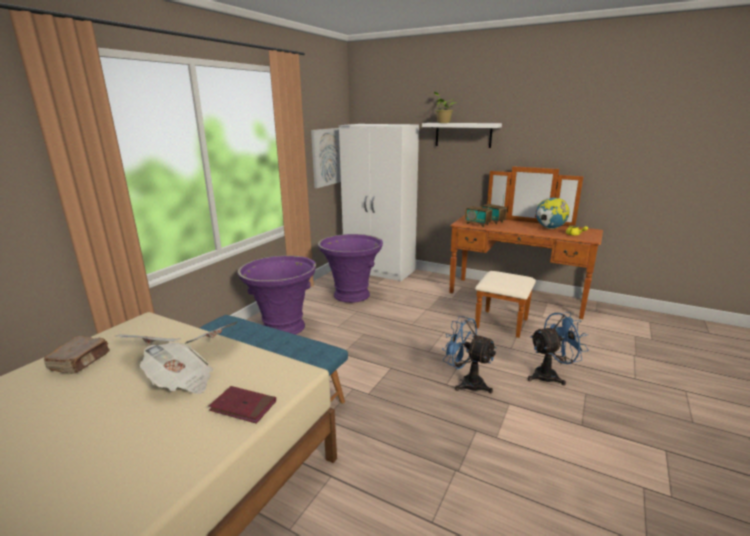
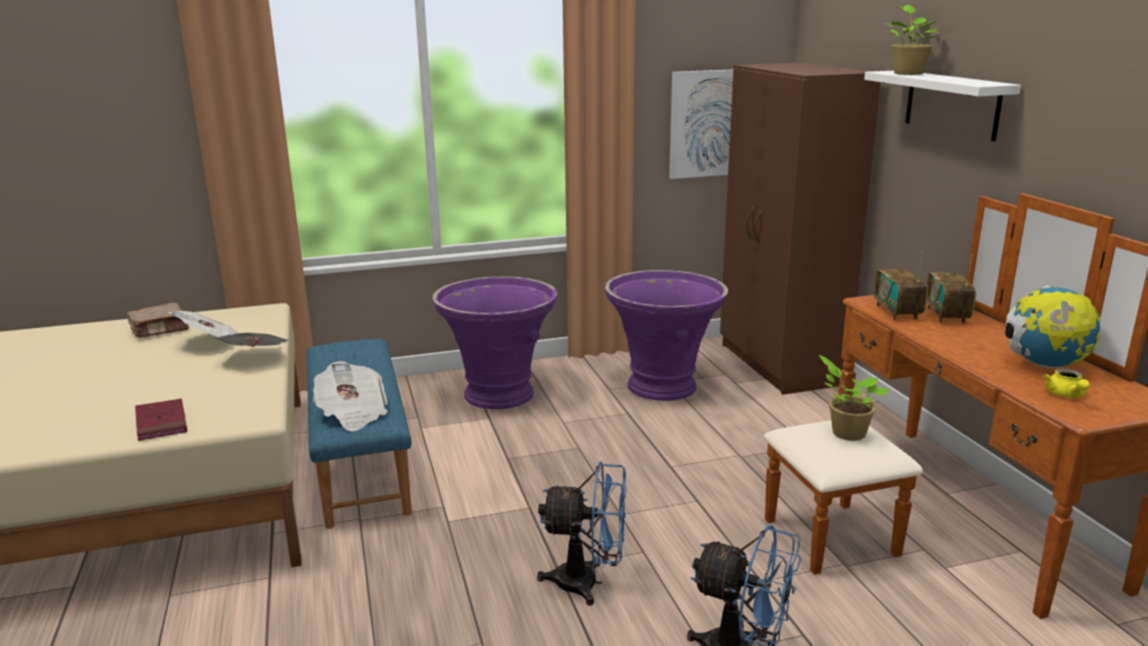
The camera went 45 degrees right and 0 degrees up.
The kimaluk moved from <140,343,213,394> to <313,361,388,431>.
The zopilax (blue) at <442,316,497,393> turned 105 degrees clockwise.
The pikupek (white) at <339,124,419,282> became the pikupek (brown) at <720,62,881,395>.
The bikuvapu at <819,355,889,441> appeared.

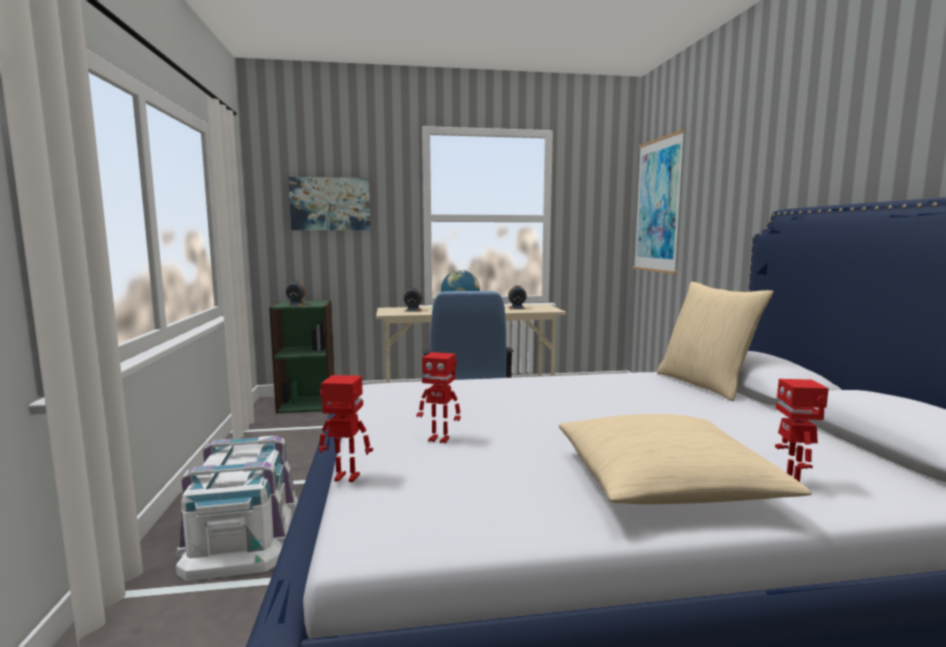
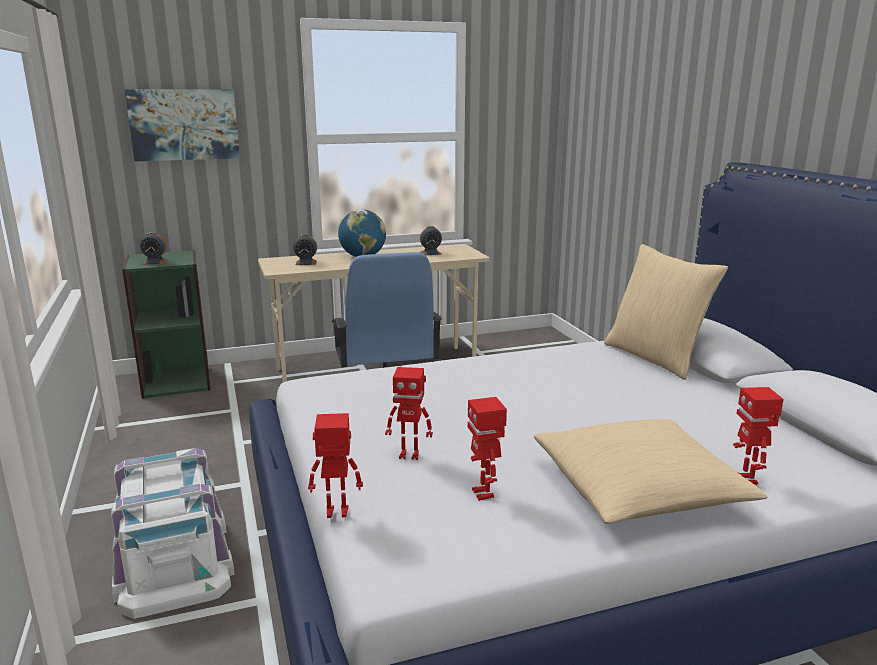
The camera went 10 degrees left and 10 degrees up.
The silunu at <467,397,507,501> appeared.
The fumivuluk at <633,129,685,274> disappeared.

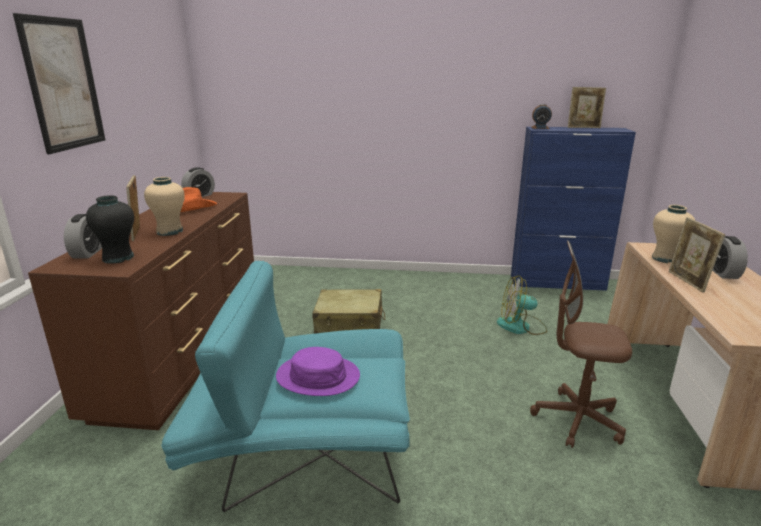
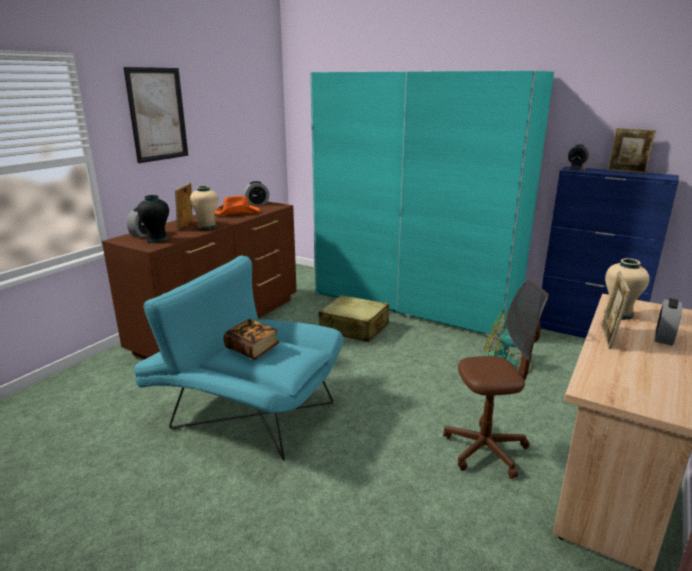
The camera went 25 degrees right and 0 degrees up.
The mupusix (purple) at <276,347,360,396> was replaced by the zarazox at <223,319,280,360>.
The pikupek (turquoise) at <310,70,554,339> appeared.
The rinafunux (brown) at <530,240,632,448> turned 135 degrees clockwise.

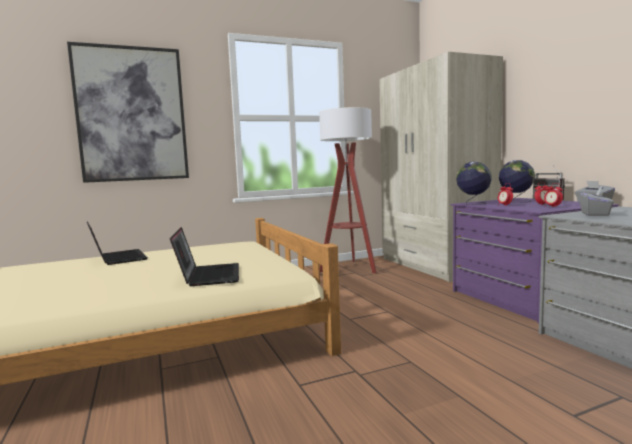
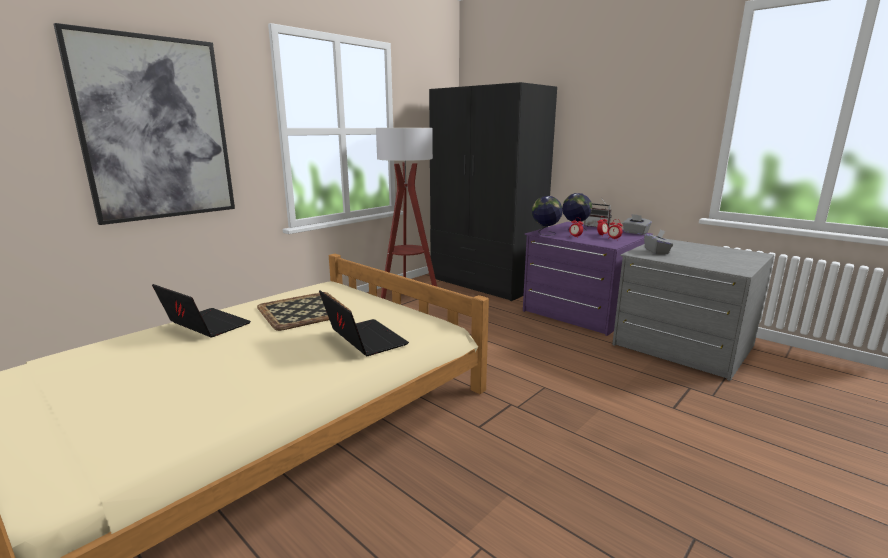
The camera went 25 degrees left and 10 degrees up.
The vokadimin at <257,292,352,331> appeared.
The pikupek (beige) at <379,52,503,282> became the pikupek (black) at <429,82,557,301>.

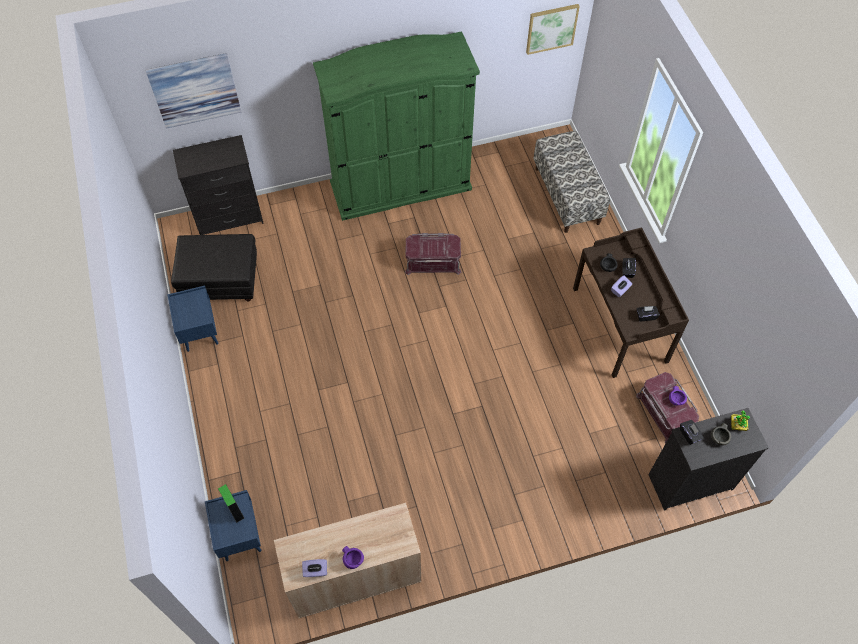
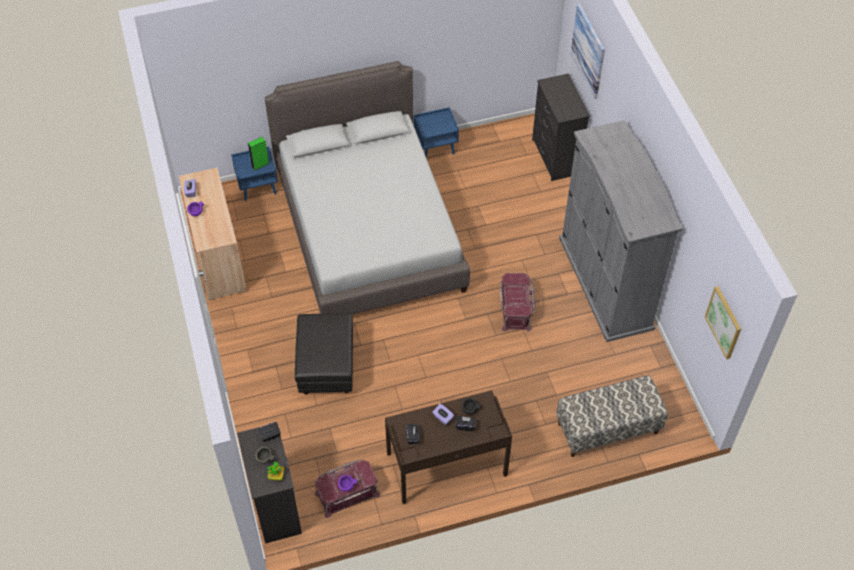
The camera went 90 degrees right and 5 degrees down.
The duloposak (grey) at <264,61,470,314> appeared.
The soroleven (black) moved from <171,234,257,302> to <295,313,353,395>.
The pikupek (green) at <313,31,480,221> became the pikupek (grey) at <559,120,683,342>.

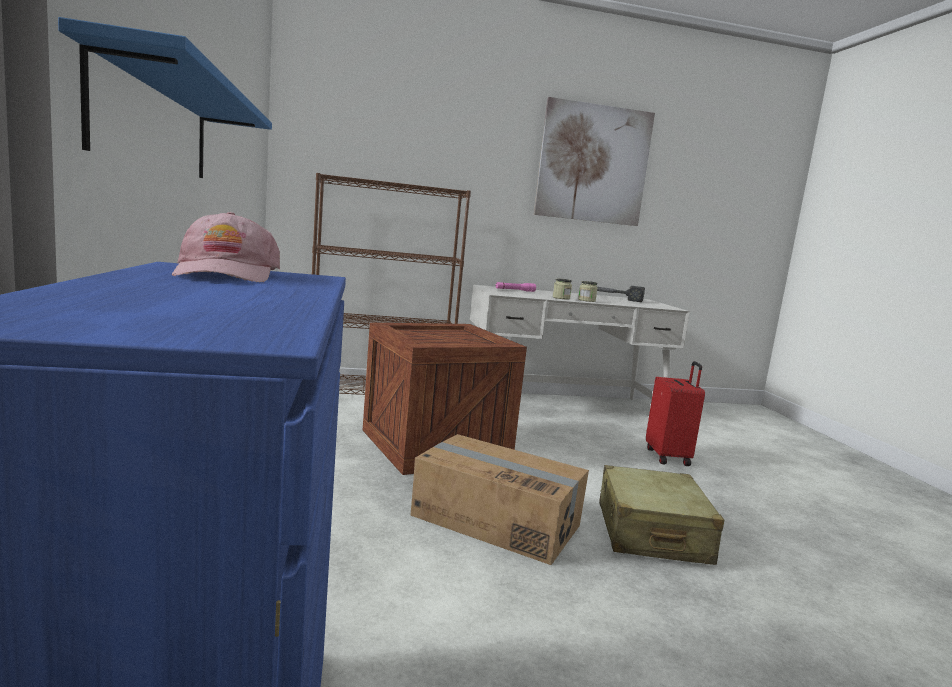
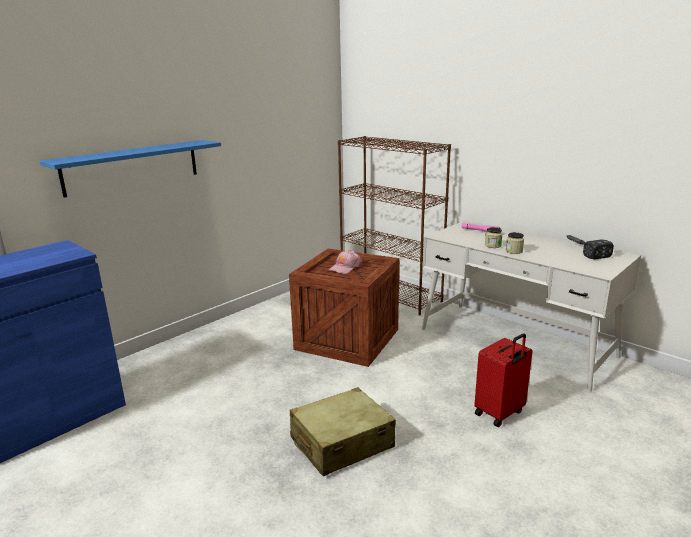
The camera went 55 degrees right and 10 degrees up.
The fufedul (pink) moved from <172,212,280,283> to <329,250,362,274>.
The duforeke at <410,434,589,565> disappeared.
The fumivuluk at <534,97,655,226> disappeared.

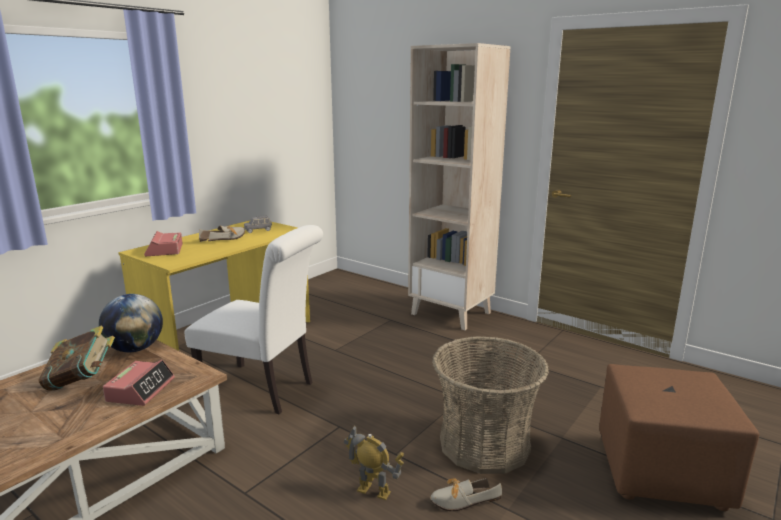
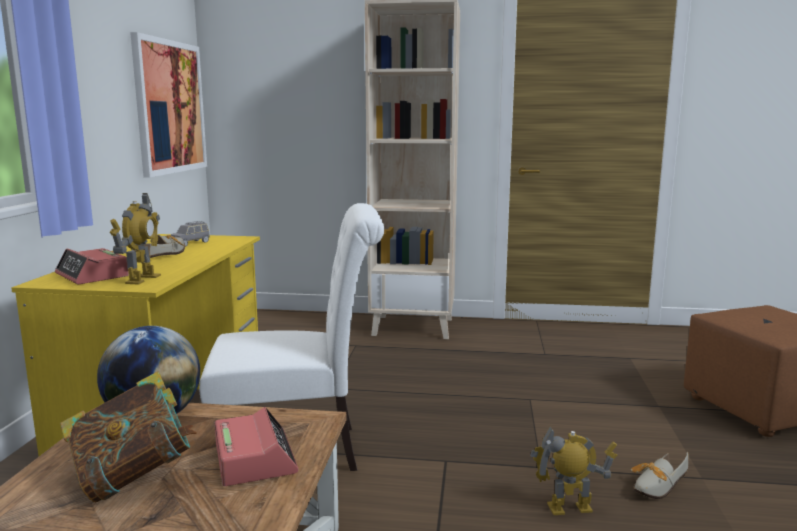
The camera went 30 degrees left and 5 degrees down.
The silunu at <110,193,161,284> appeared.
The fumivuluk at <130,32,207,177> appeared.
The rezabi at <432,336,549,474> disappeared.

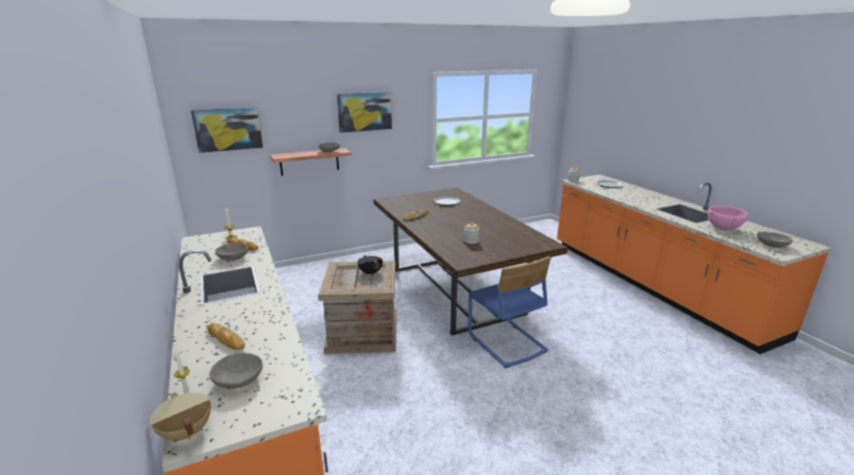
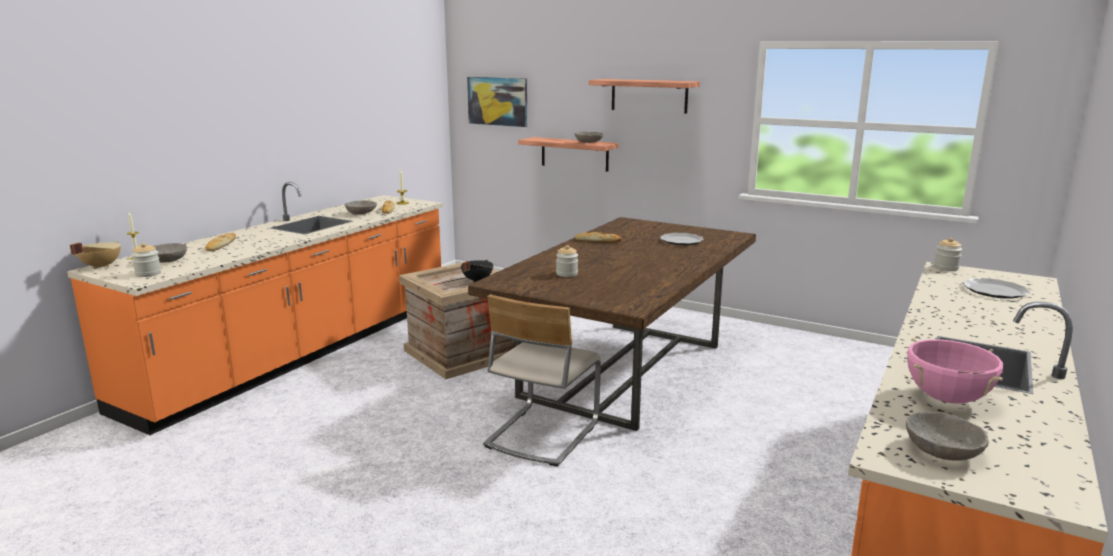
The camera went 55 degrees right and 5 degrees down.
The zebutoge at <131,243,161,277> appeared.
The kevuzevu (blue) at <468,256,551,368> became the kevuzevu (beige) at <483,294,601,466>.
The fumivuluk at <337,92,392,133> was replaced by the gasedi at <589,79,700,114>.

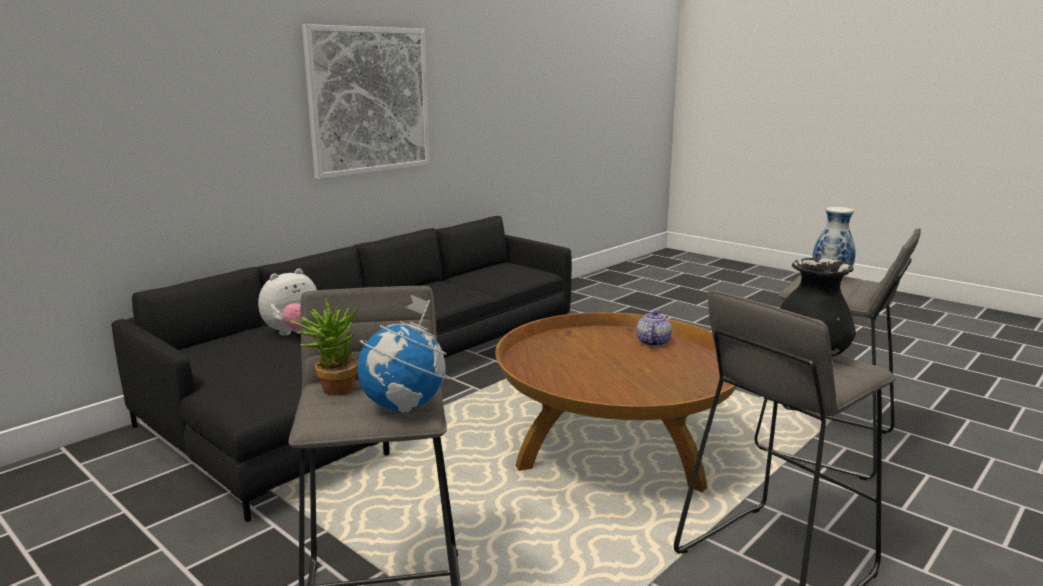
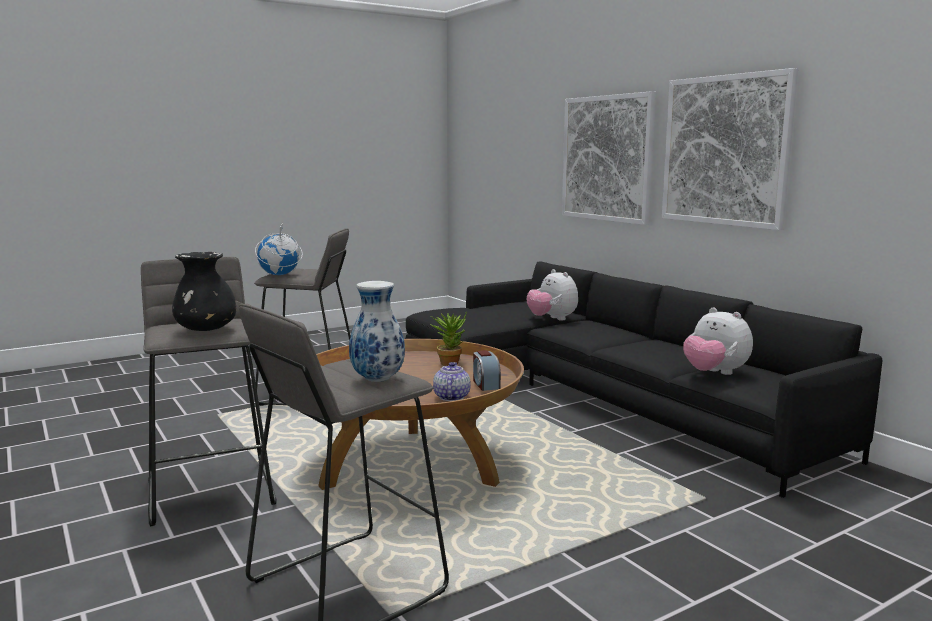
The camera went 105 degrees right and 5 degrees down.
The bikuvapu moved from <289,298,358,396> to <430,312,467,366>.
The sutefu at <636,310,672,347> turned 120 degrees counterclockwise.
The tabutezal at <473,350,501,391> appeared.
The fumivuluk at <562,91,656,225> appeared.
The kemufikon at <683,308,753,375> appeared.

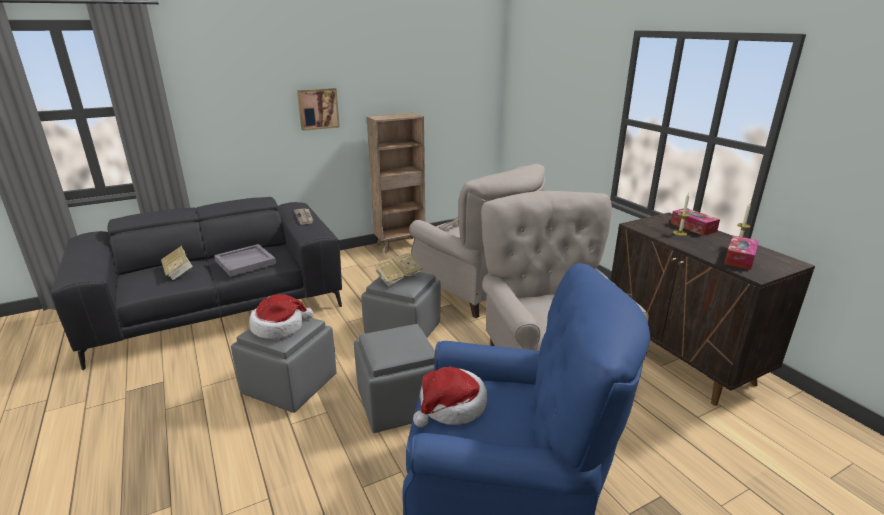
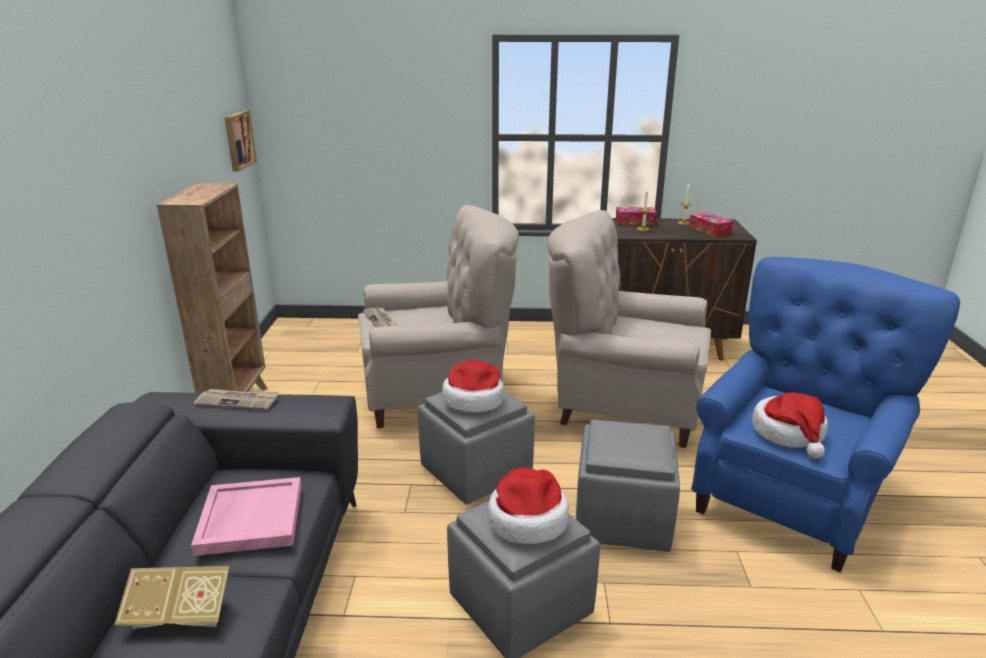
The camera went 60 degrees left and 0 degrees up.
The vokadimin (grey) at <214,244,276,277> became the vokadimin (pink) at <191,477,302,556>.
The fumivuluk moved from <297,88,340,131> to <225,110,257,171>.
The zarazox at <374,253,423,287> was replaced by the mupusix at <442,360,504,413>.

